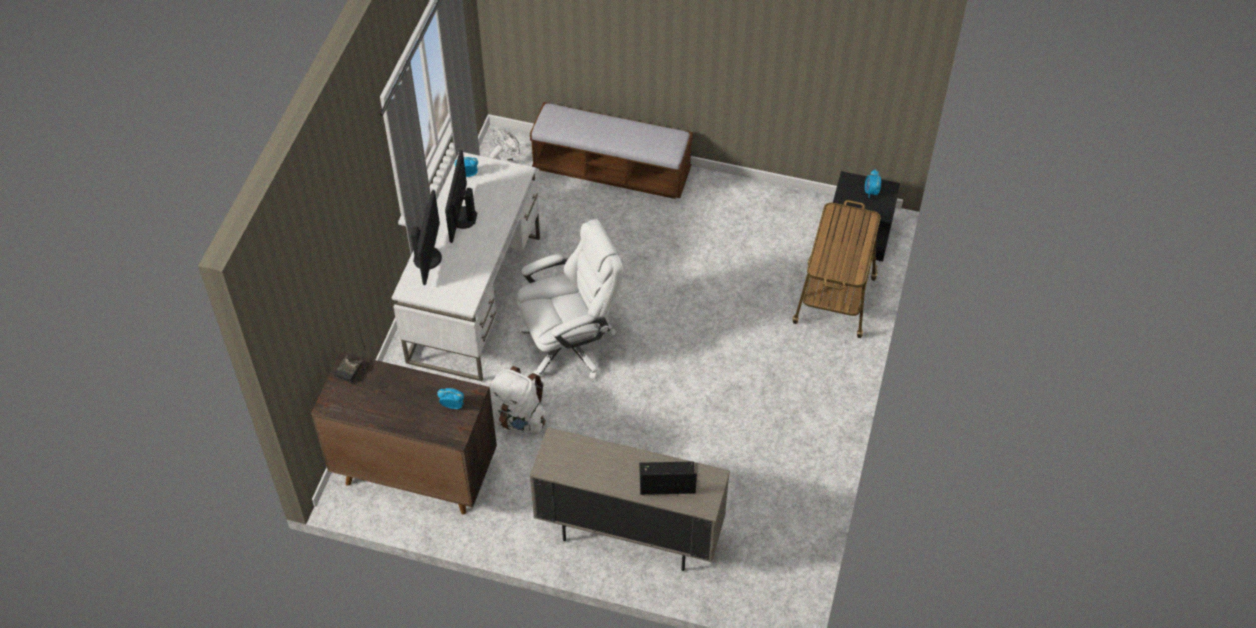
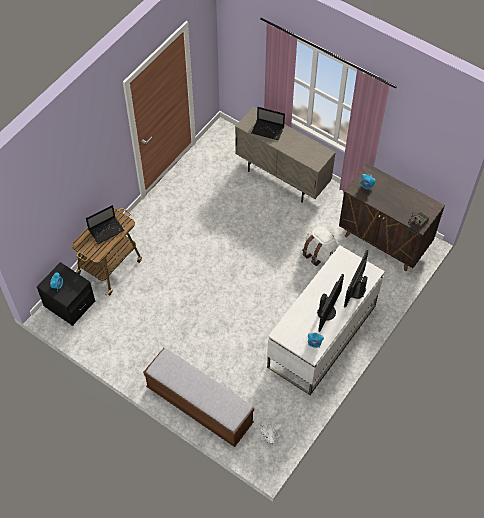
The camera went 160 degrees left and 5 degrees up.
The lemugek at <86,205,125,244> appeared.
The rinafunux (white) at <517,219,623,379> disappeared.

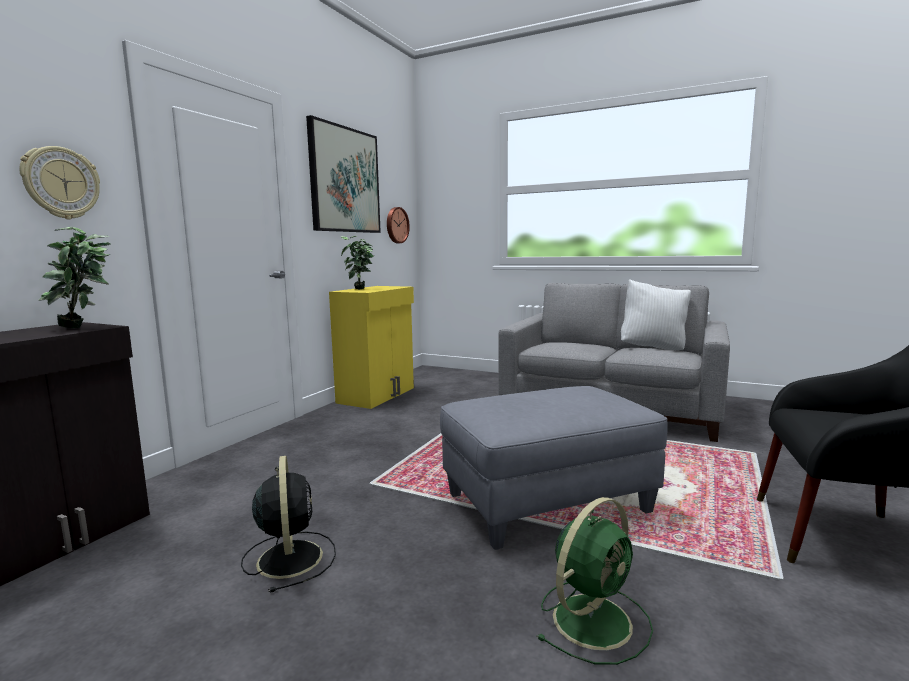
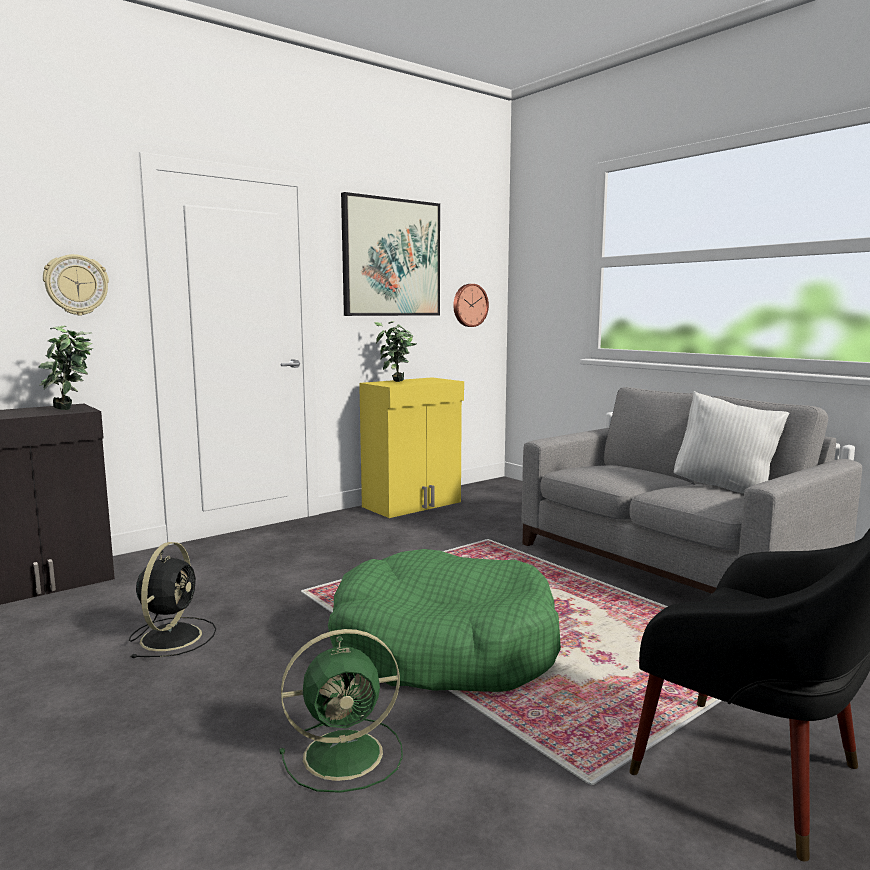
The camera went 25 degrees right and 0 degrees up.
The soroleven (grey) at <440,386,668,550> was replaced by the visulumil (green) at <328,549,561,692>.

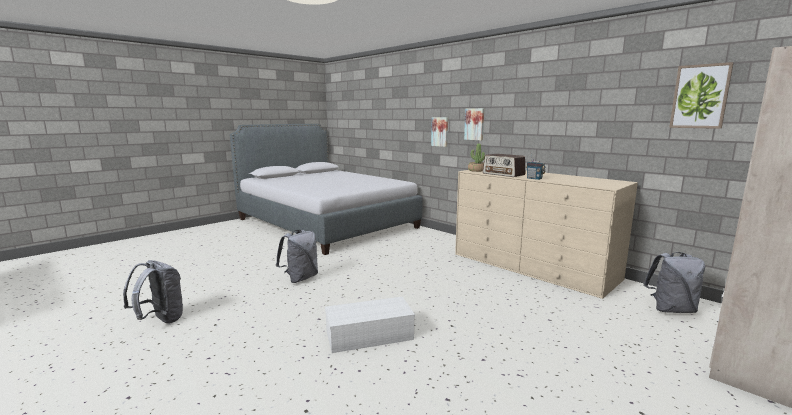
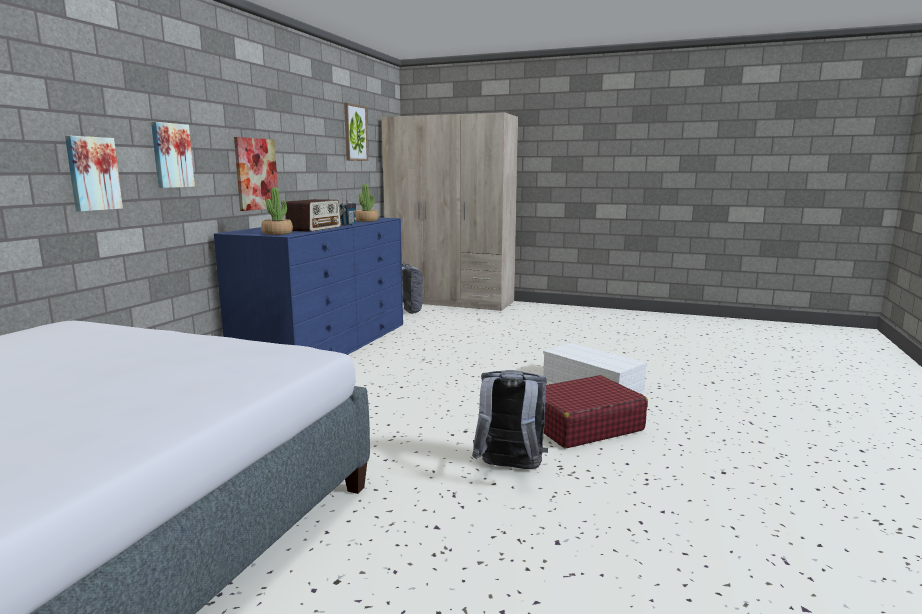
The camera went 115 degrees left and 0 degrees up.
The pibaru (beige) at <455,170,638,299> became the pibaru (blue) at <214,218,403,355>.
The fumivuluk at <234,137,278,211> appeared.
The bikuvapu at <356,184,379,222> appeared.
The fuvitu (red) at <544,375,648,448> appeared.
The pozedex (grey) at <123,260,184,324> disappeared.

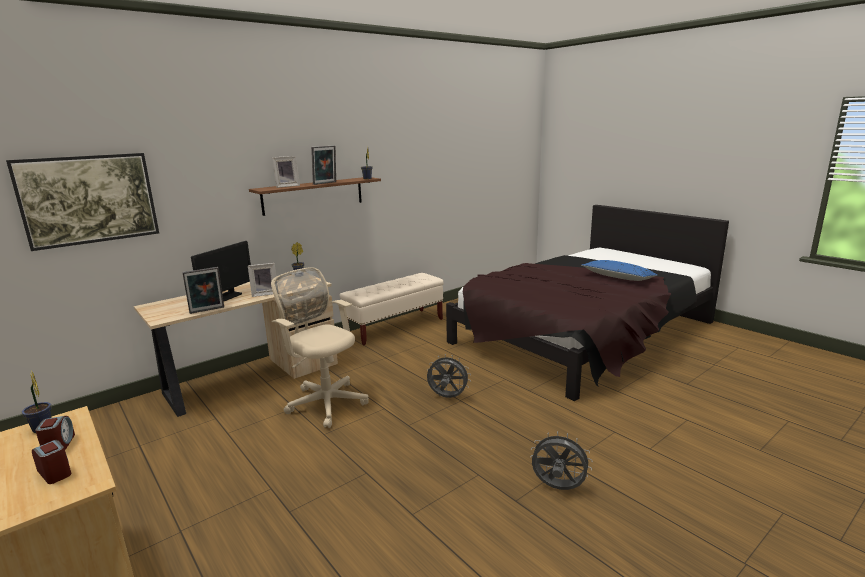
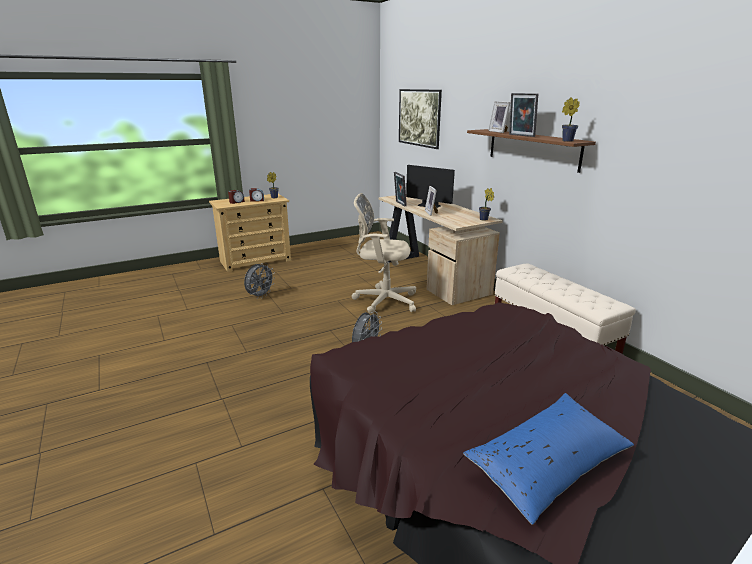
The camera went 100 degrees right and 5 degrees up.
The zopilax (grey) moved from <530,431,593,490> to <244,263,275,299>.
The rinafunux (beige) at <271,267,369,428> turned 135 degrees counterclockwise.

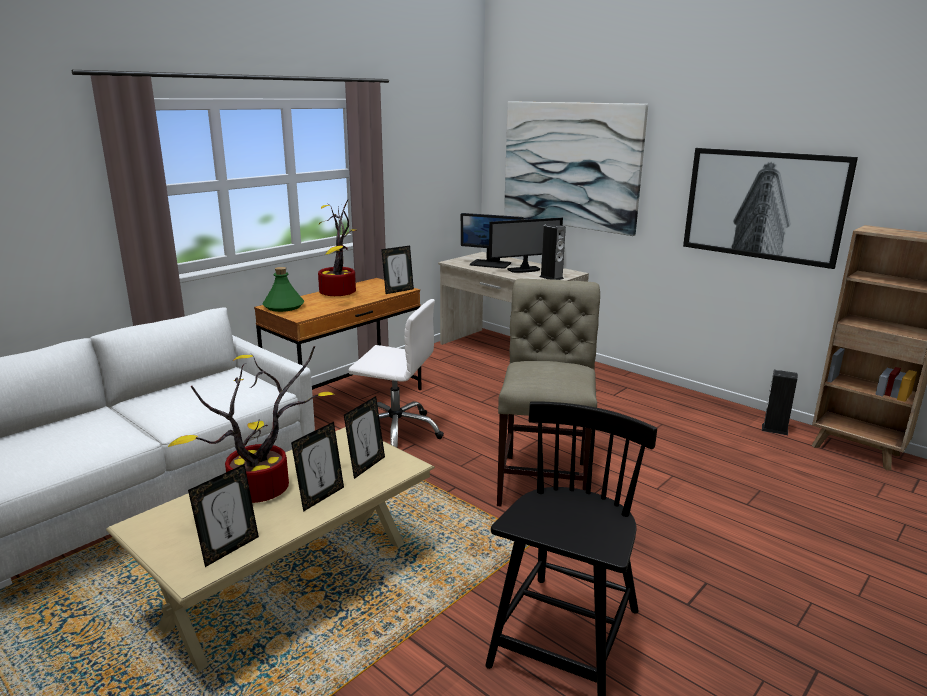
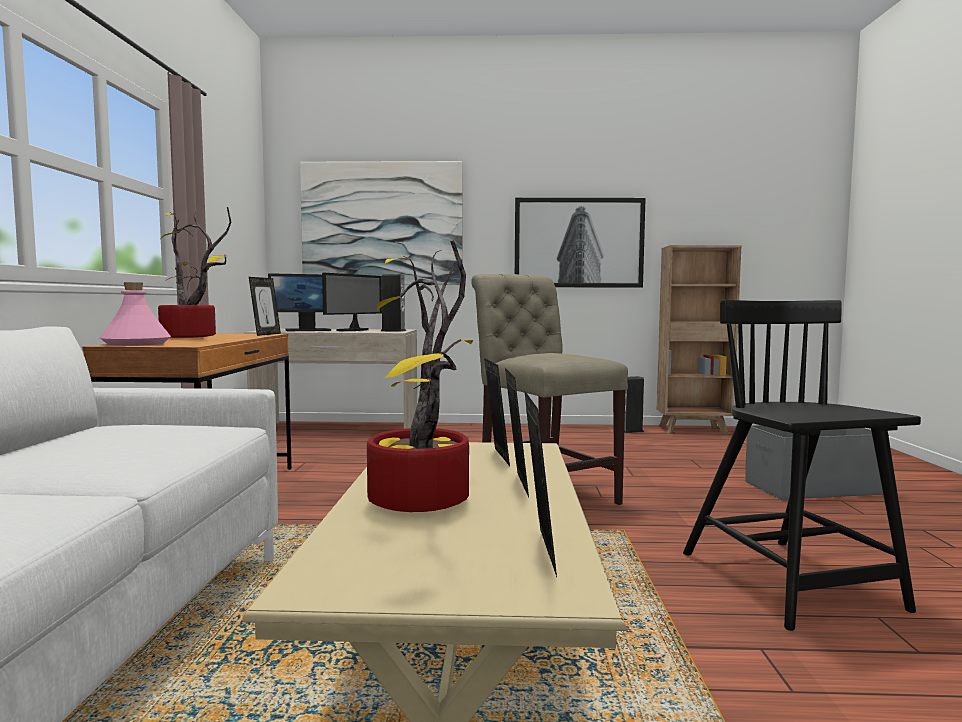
The camera went 40 degrees left and 15 degrees down.
The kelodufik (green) at <262,267,304,312> became the kelodufik (pink) at <100,282,171,346>.
The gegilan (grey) at <745,425,889,500> appeared.
The rinafunux (white) at <348,299,444,448> disappeared.

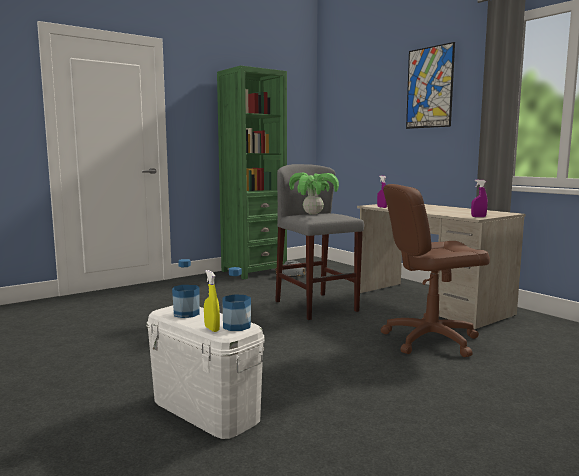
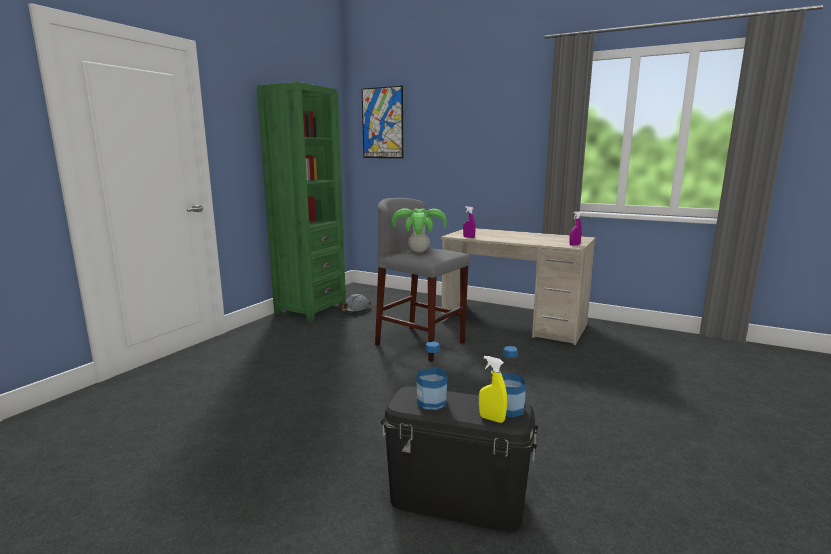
The camera went 25 degrees left and 5 degrees up.
The fumivuluk moved from <406,42,455,129> to <362,86,403,158>.
The gegilan (white) at <146,306,265,439> became the gegilan (black) at <381,386,538,532>.
The rinafunux (brown) at <381,184,490,357> disappeared.

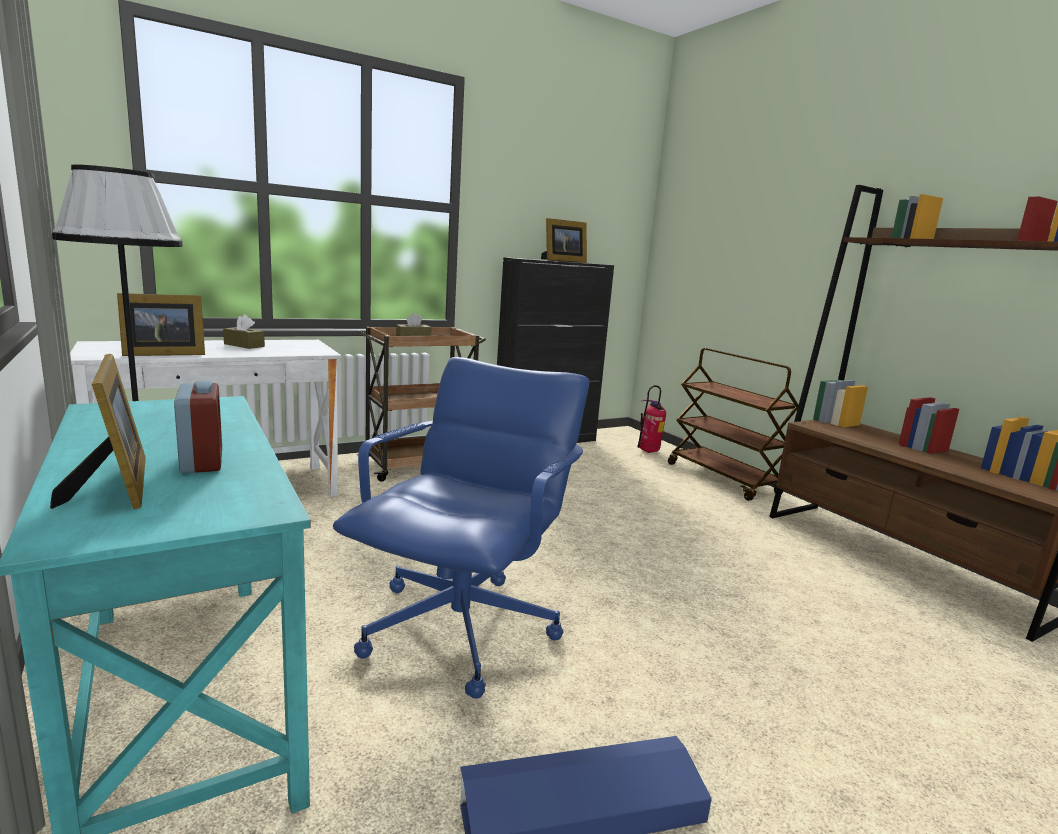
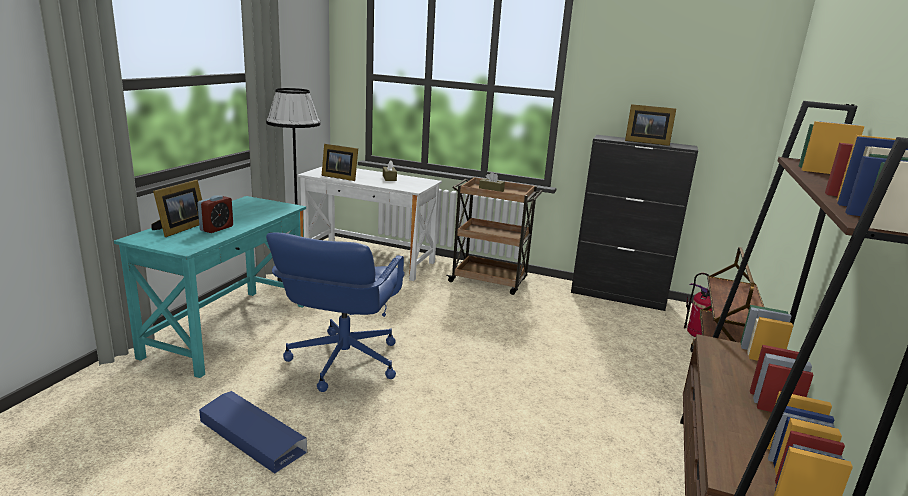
The camera went 50 degrees right and 5 degrees up.
The rinafunux (blue) at <333,357,589,699> turned 120 degrees clockwise.

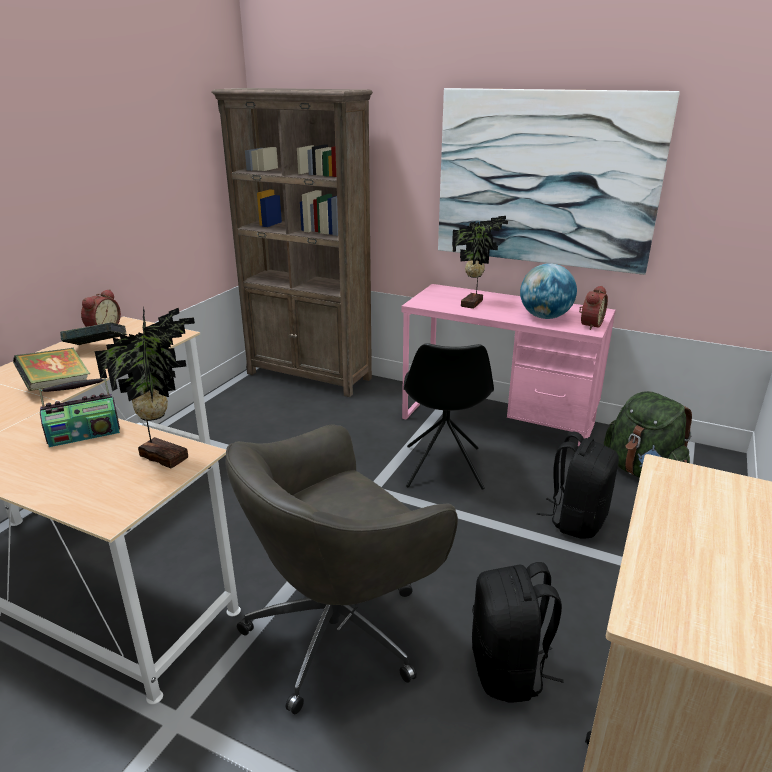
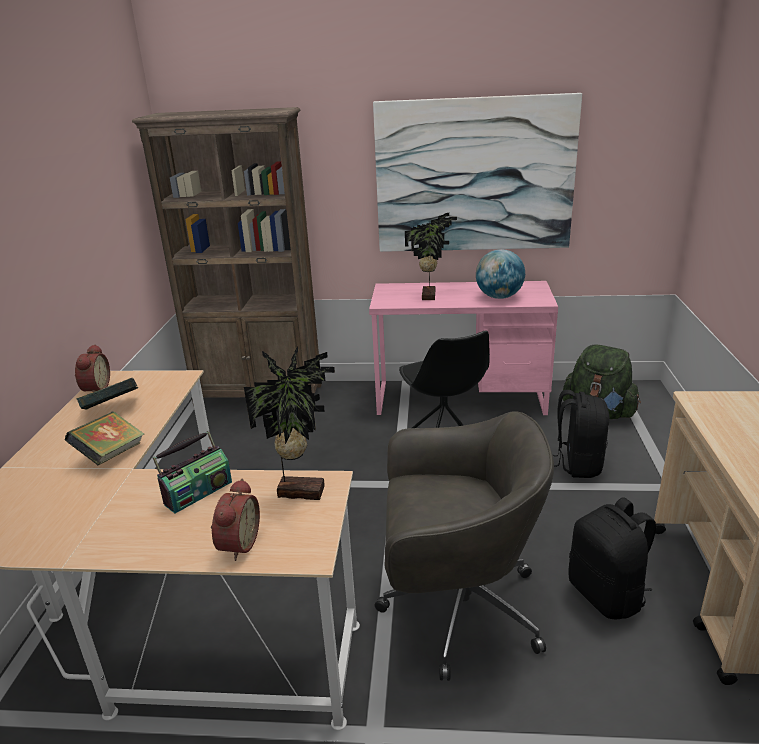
The camera went 20 degrees left and 0 degrees up.
The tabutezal moved from <579,286,608,330> to <211,478,260,561>.
The rinafunux (grey) at <225,425,458,715> turned 120 degrees counterclockwise.

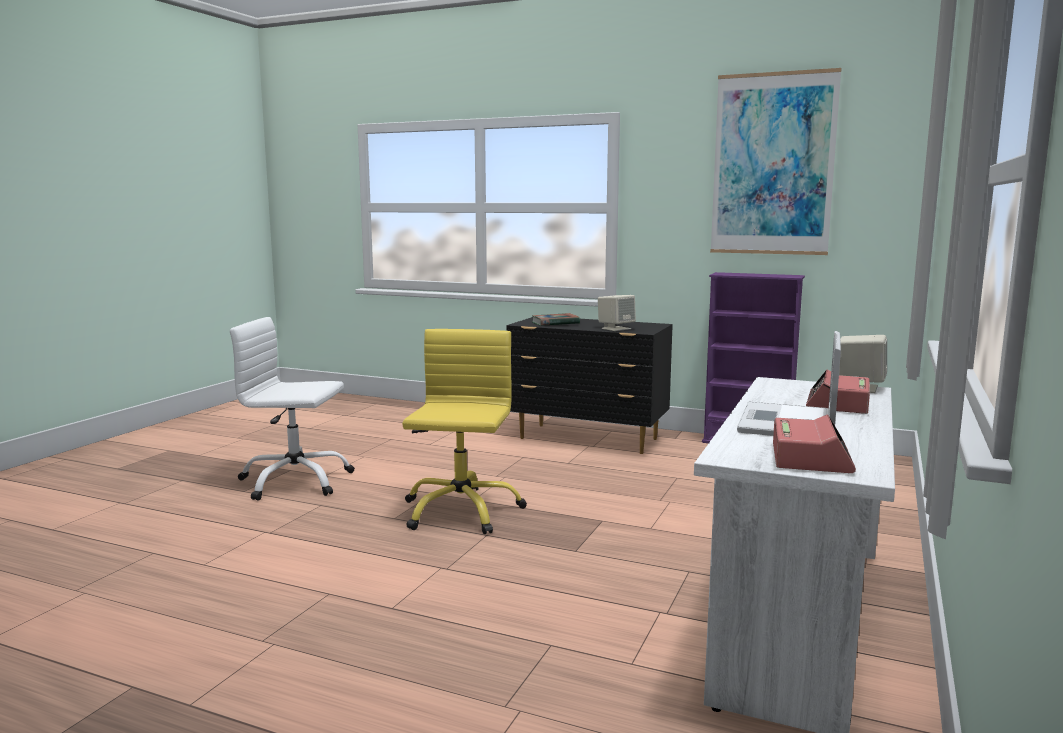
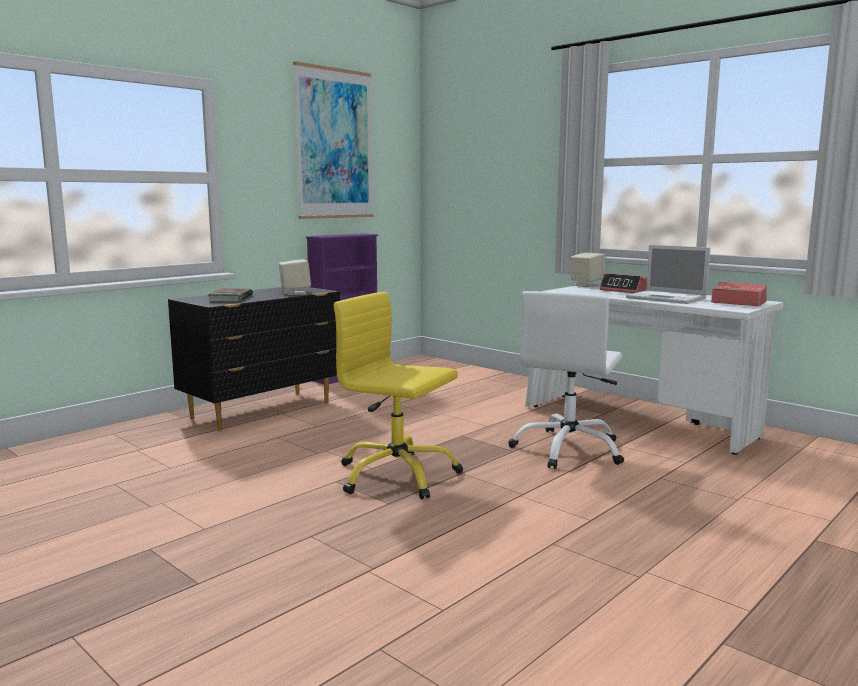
The camera went 70 degrees left and 0 degrees up.
The rinafunux (white) moved from <230,317,355,501> to <508,291,624,469>.

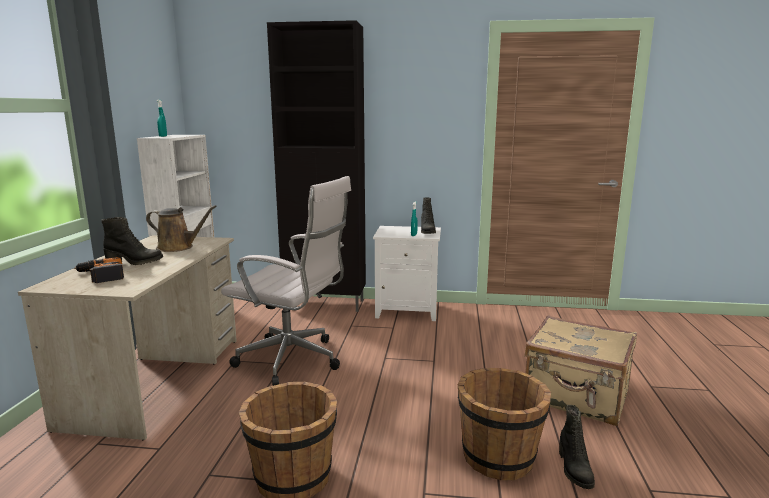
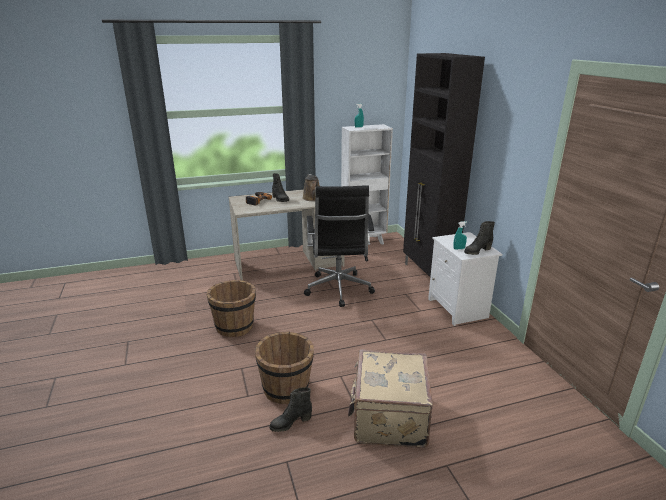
The camera went 65 degrees right and 10 degrees up.
The rinafunux (white) at <221,176,351,386> became the rinafunux (black) at <304,185,375,307>.

